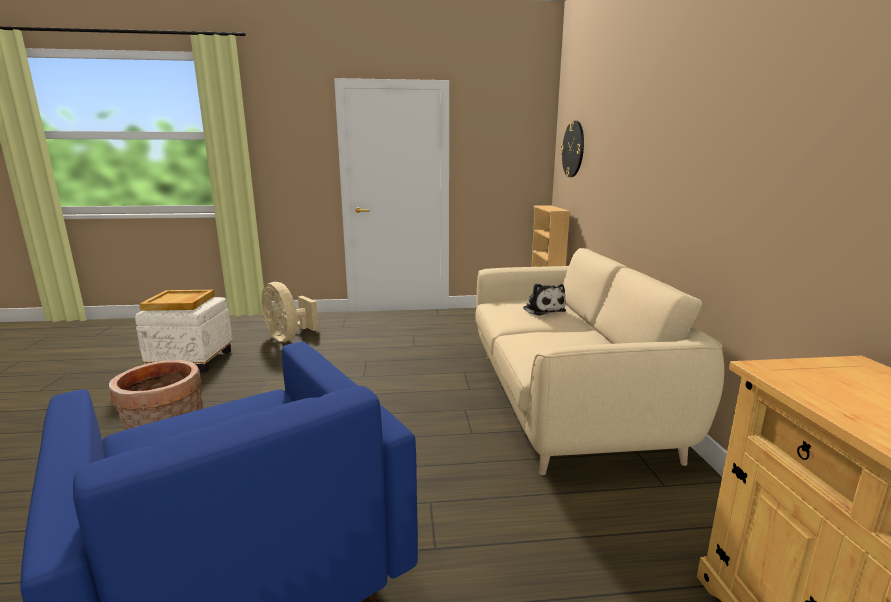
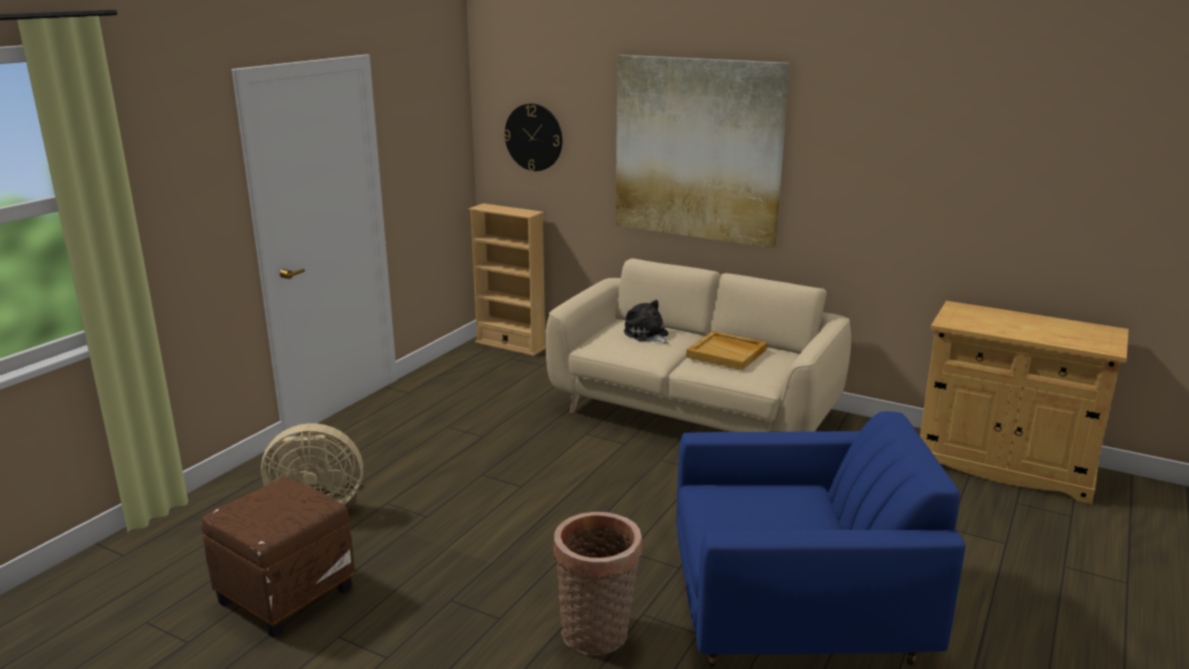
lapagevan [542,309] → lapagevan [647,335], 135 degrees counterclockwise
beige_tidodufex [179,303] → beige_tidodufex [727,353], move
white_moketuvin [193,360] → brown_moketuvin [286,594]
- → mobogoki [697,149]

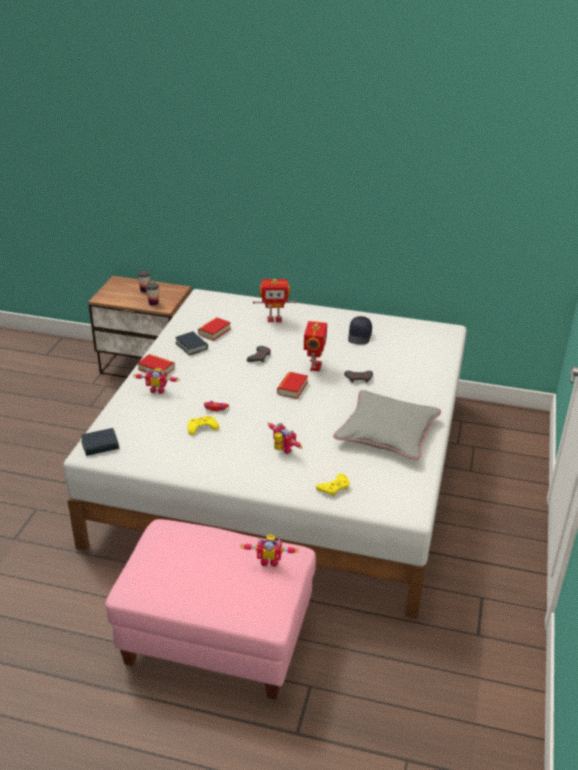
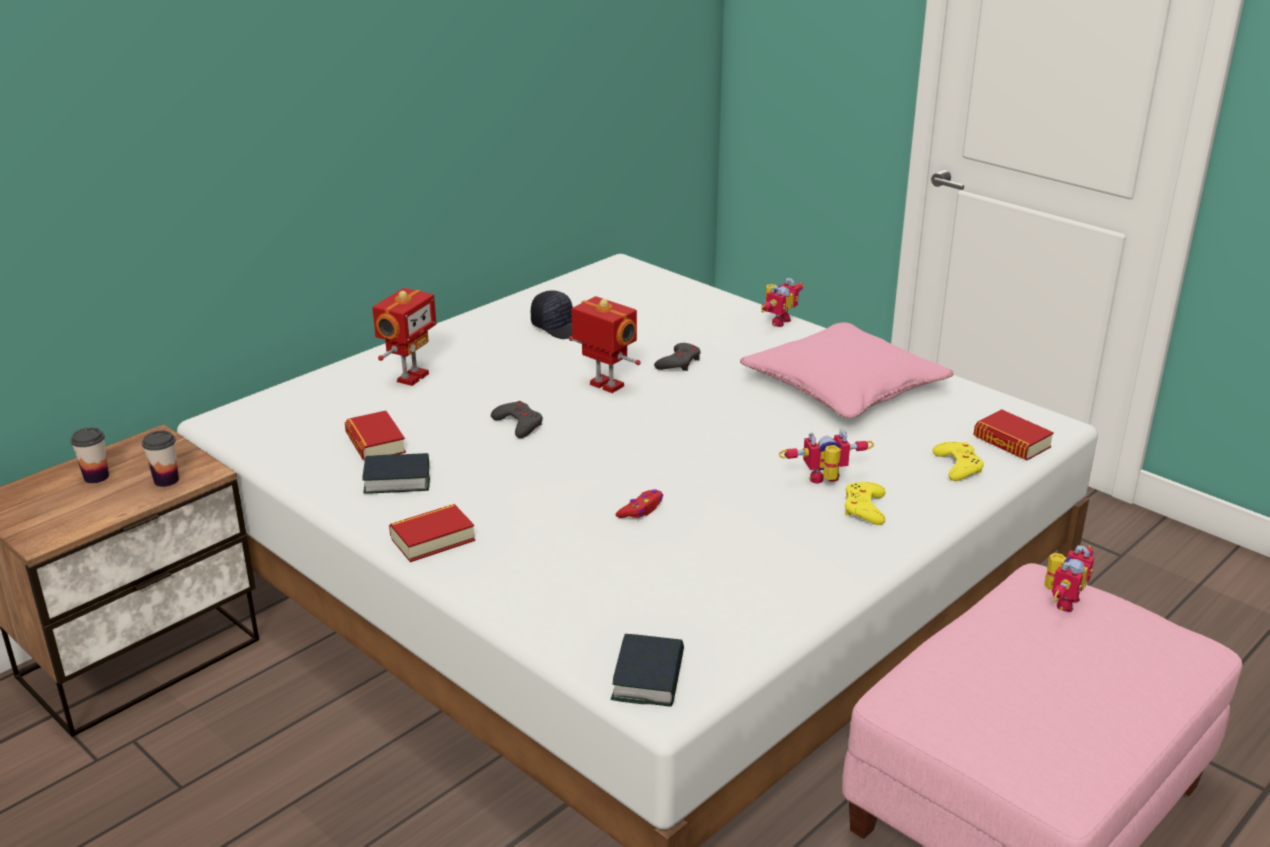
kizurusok [158,389] → kizurusok [777,321], move
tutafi [292,388] → tutafi [1011,442], move
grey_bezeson [387,432] → pink_bezeson [844,384]
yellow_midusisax [202,428] → yellow_midusisax [864,508], move

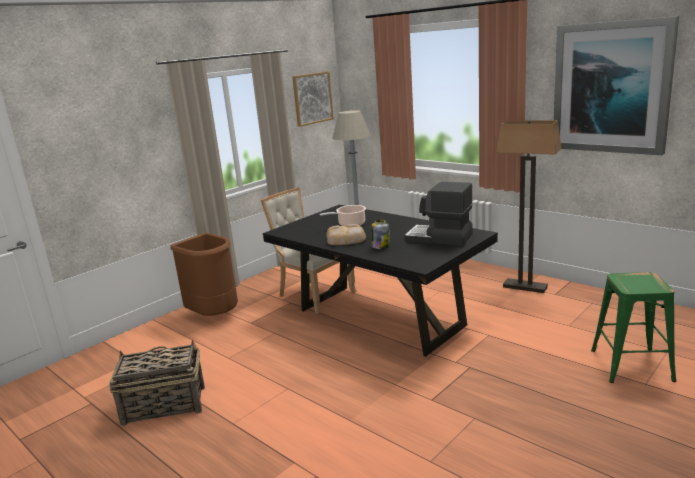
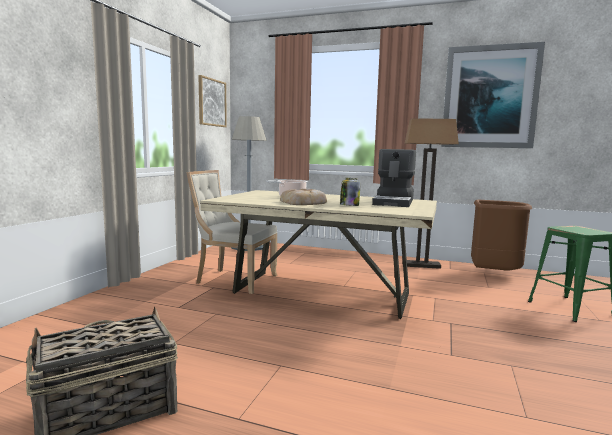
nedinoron [439,238] → nedinoron [394,202], 75 degrees counterclockwise
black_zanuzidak [381,318] → beige_zanuzidak [323,293]
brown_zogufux [215,315] → brown_zogufux [493,274], move

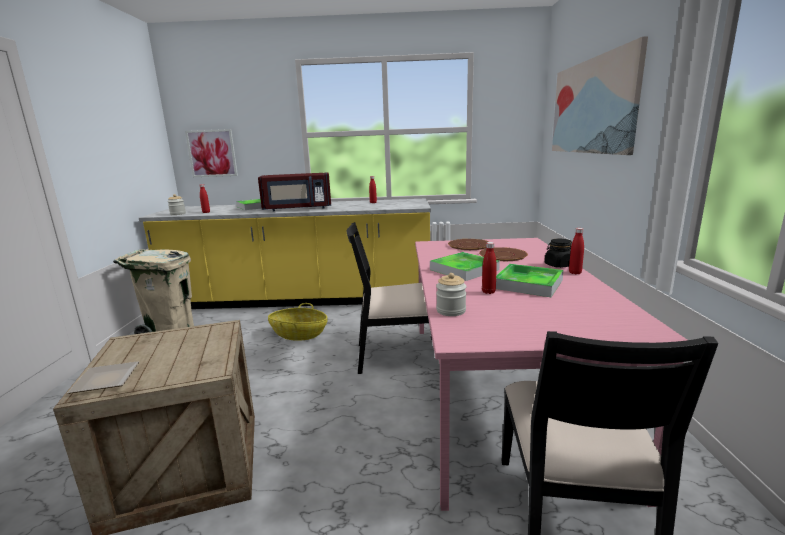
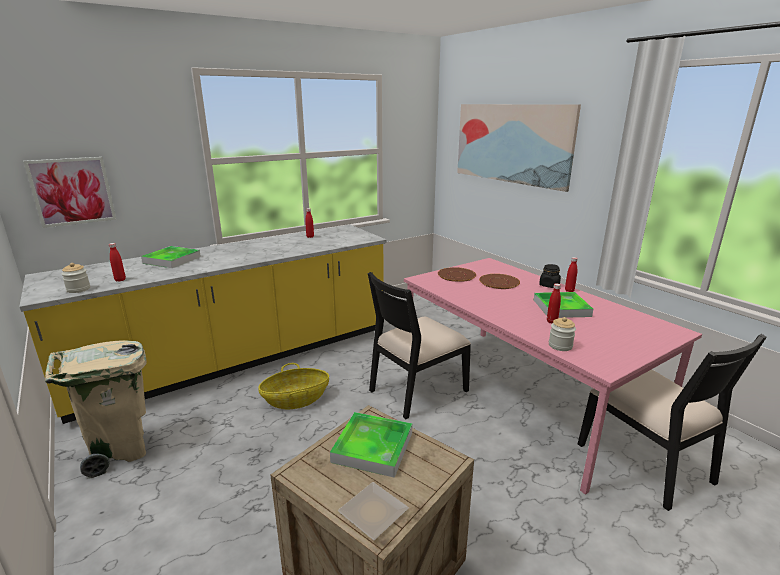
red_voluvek [297,208] → -
tidodufex [464,270] → tidodufex [373,447], move

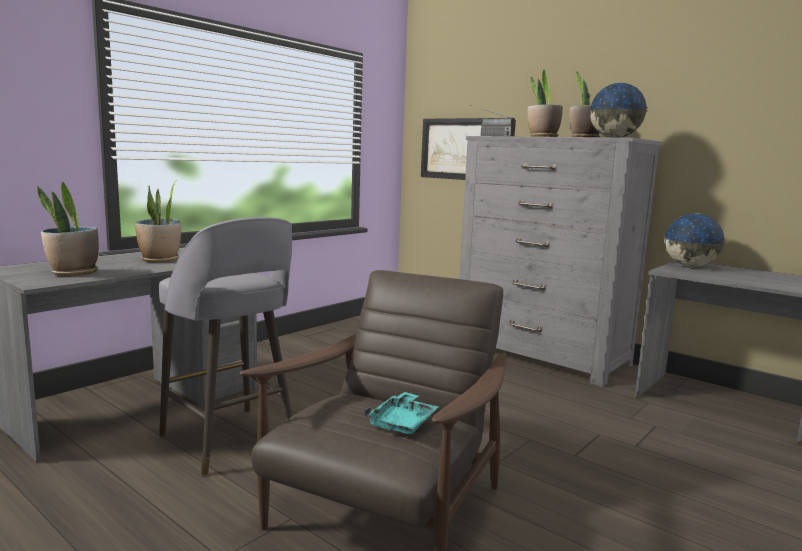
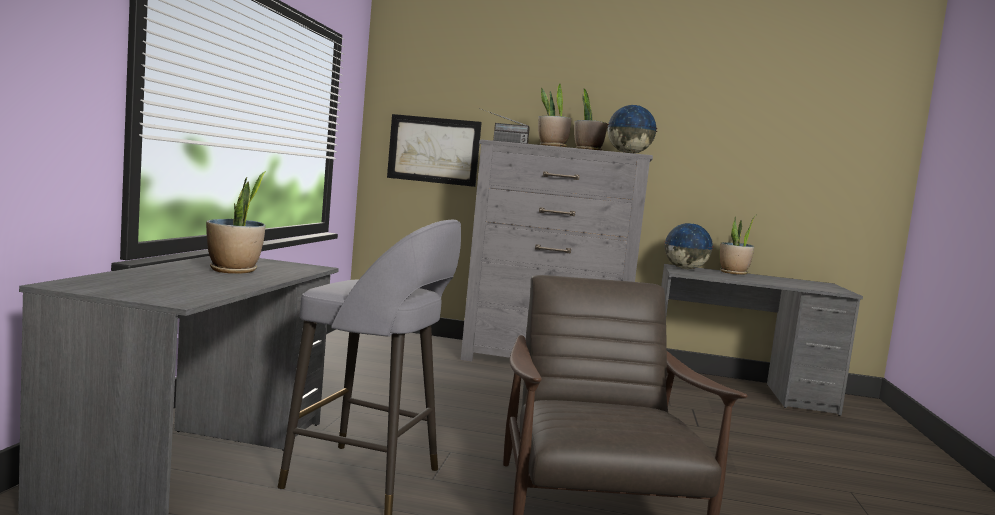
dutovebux [73,273] → dutovebux [733,273], move
turquoise_tidodufex [403,423] → -

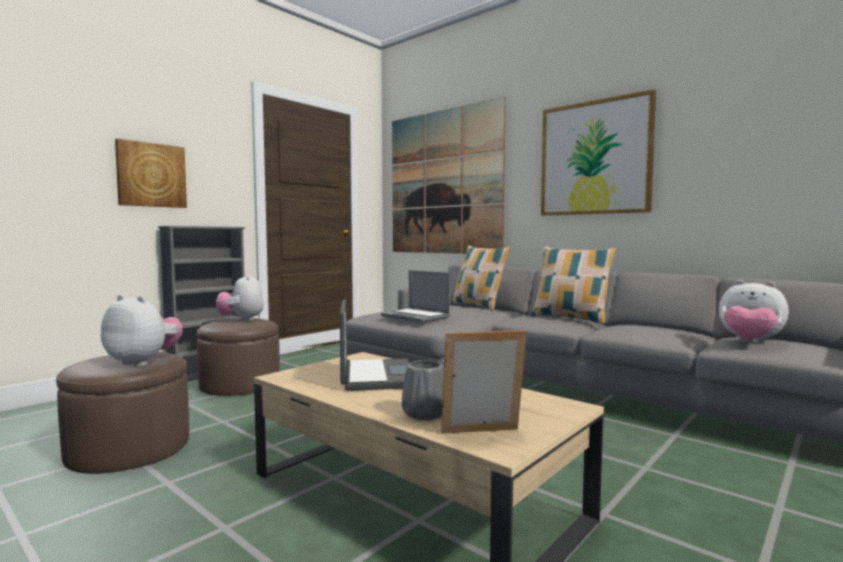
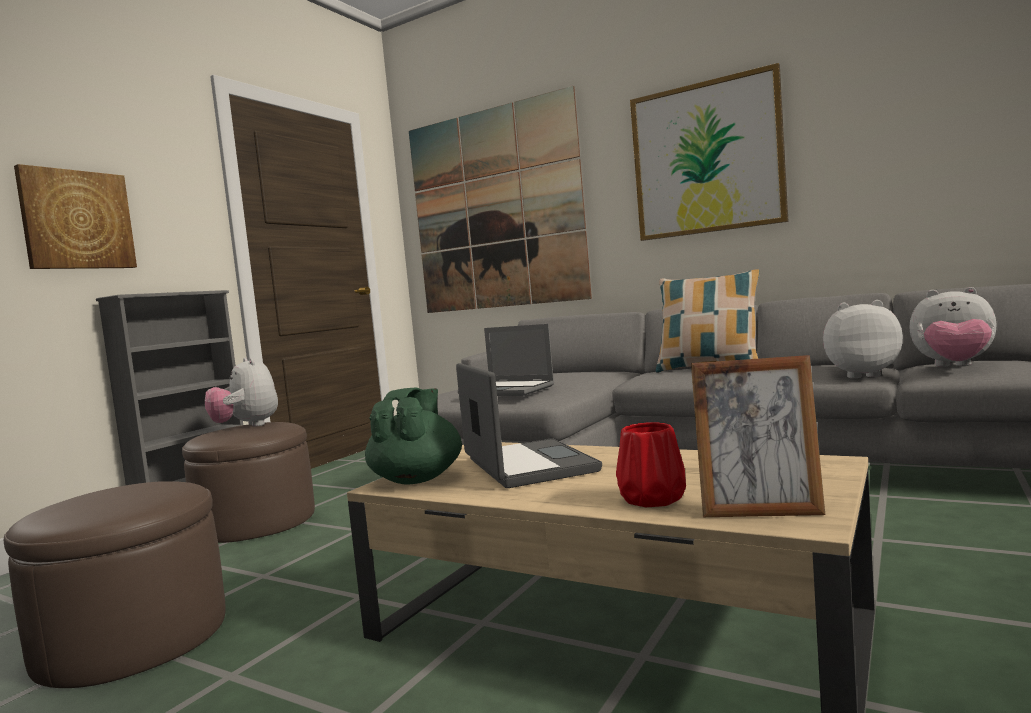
bezeson [479,306] → -
lapagevan [143,362] → lapagevan [860,375], move
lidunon [482,435] → lidunon [760,511], 150 degrees counterclockwise
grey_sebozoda [423,414] → red_sebozoda [650,499]
- → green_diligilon [417,479]

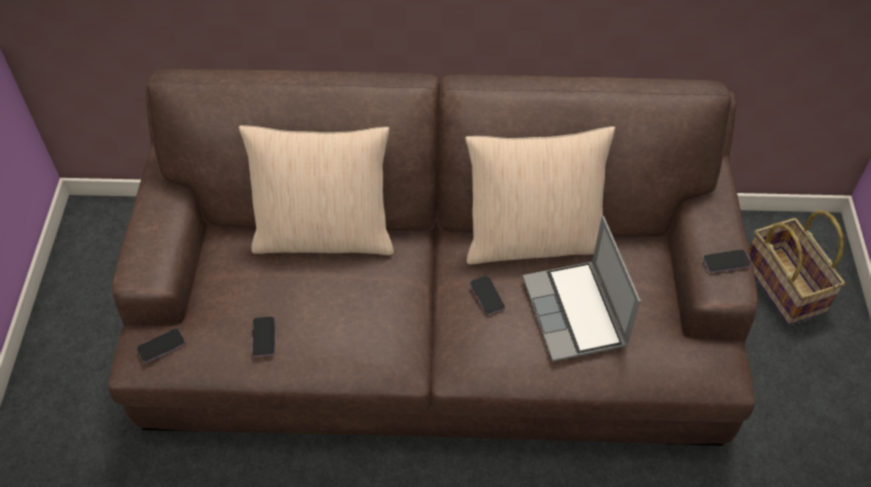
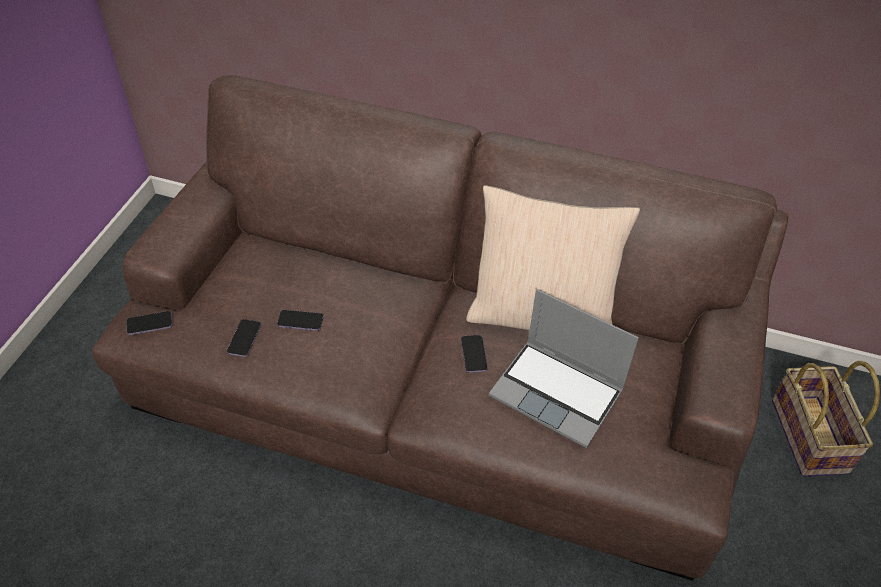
beige_bezeson [324,235] → -
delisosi [576,313] → delisosi [558,393], 60 degrees counterclockwise
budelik [726,262] → budelik [300,321], move

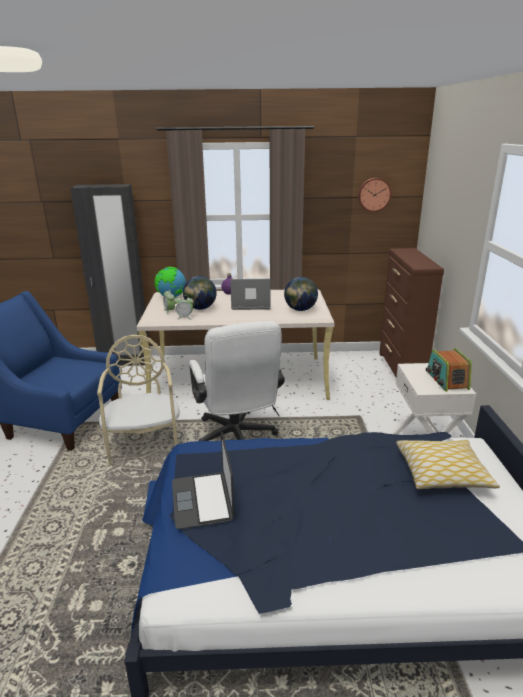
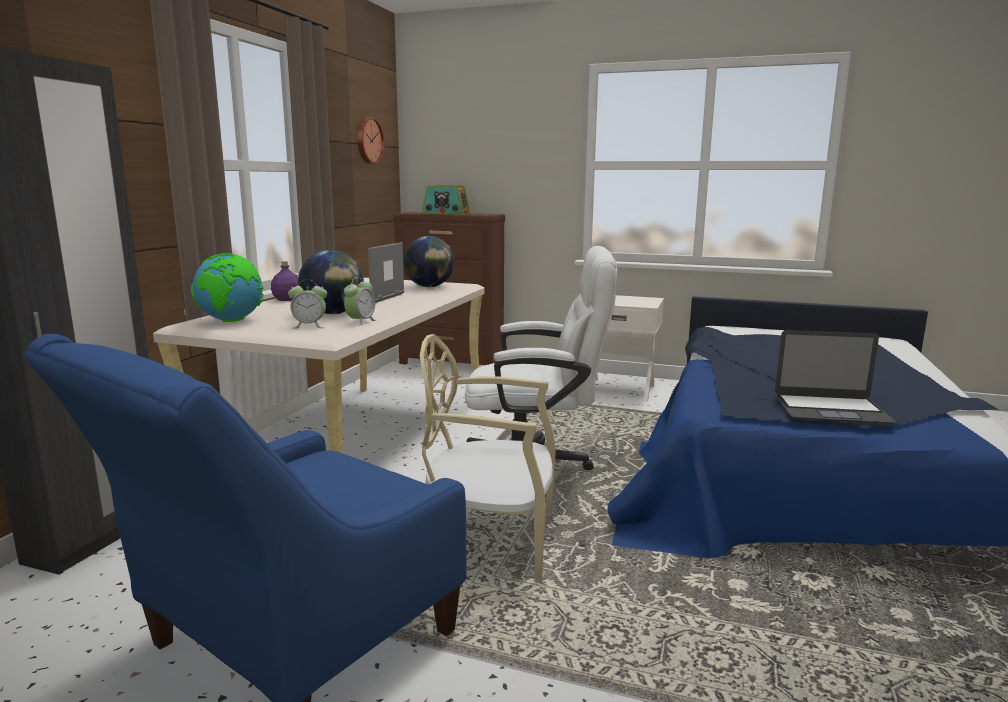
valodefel [446,380] → valodefel [446,213], move
bezeson [442,473] → -

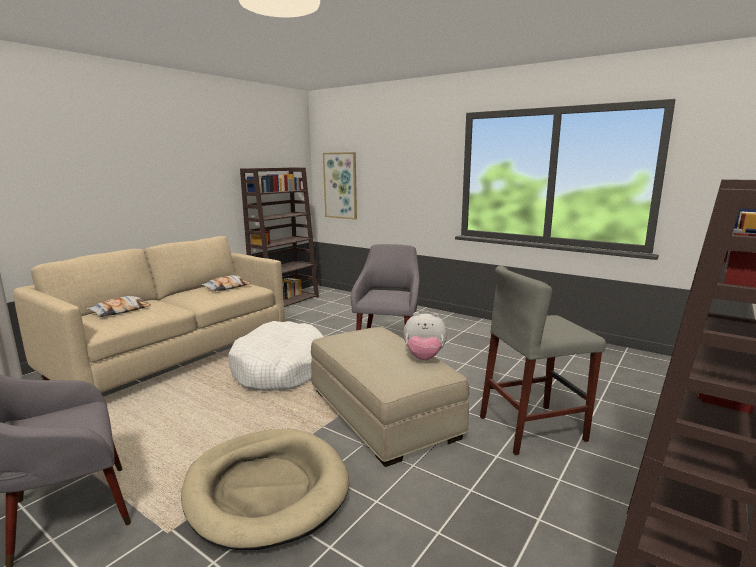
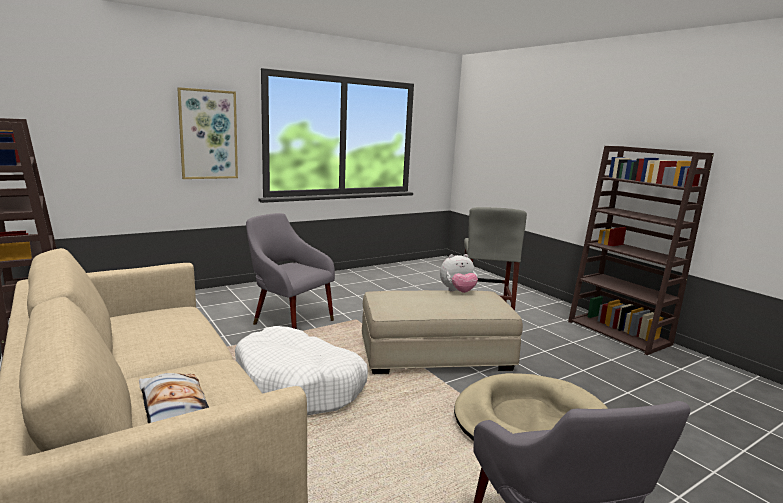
mobogoki [340,185] → mobogoki [208,134], move
bezeson [227,287] → -
lapagevan [424,358] → lapagevan [457,292], 45 degrees clockwise

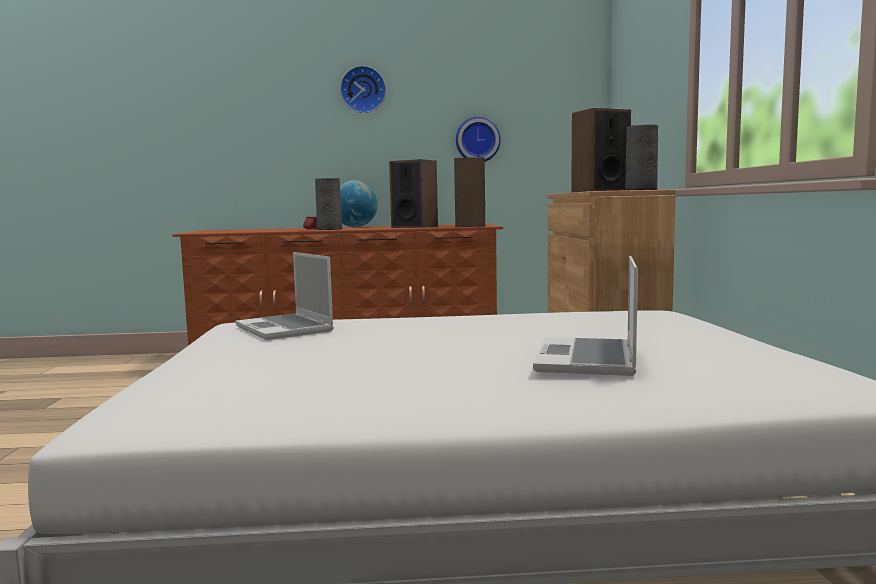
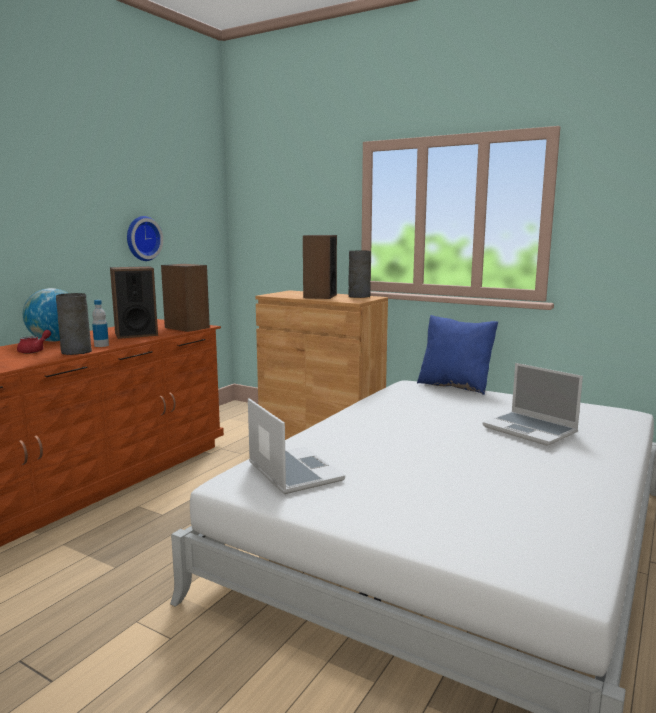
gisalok [363,90] → -
delisosi [286,329] → delisosi [292,472], 120 degrees counterclockwise
- → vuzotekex [101,345]
- → blue_bezeson [455,386]

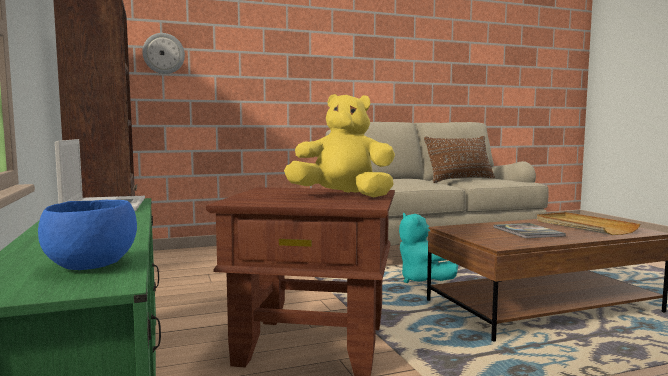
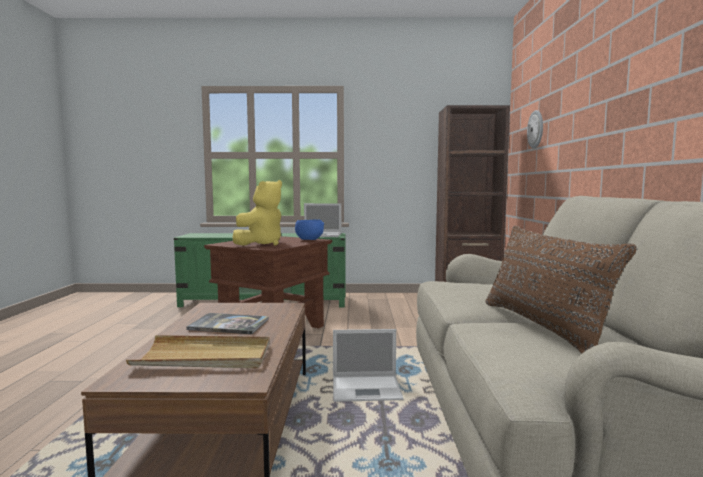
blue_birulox [91,266] → blue_birulox [308,240], move
turquoise_lapagevan [422,280] → delisosi [367,389]

